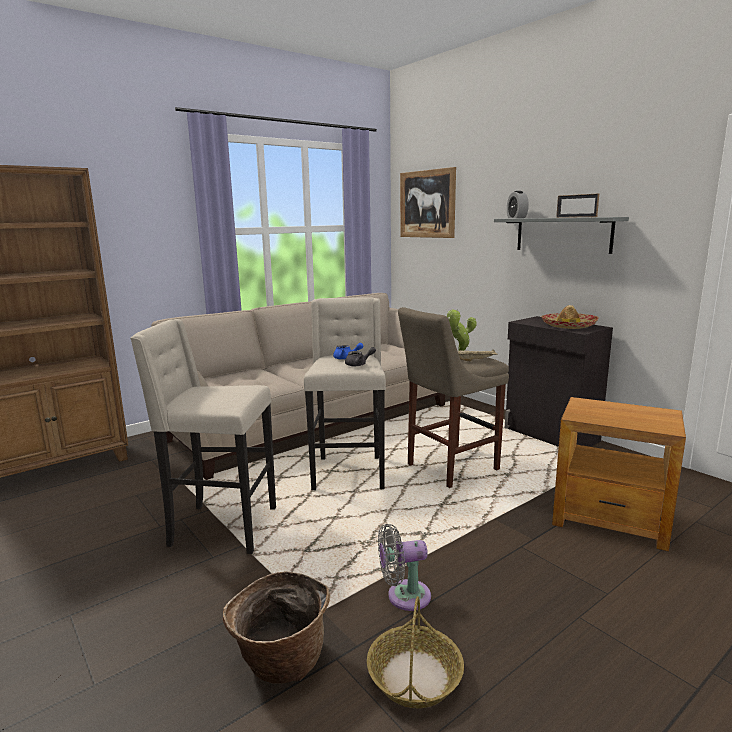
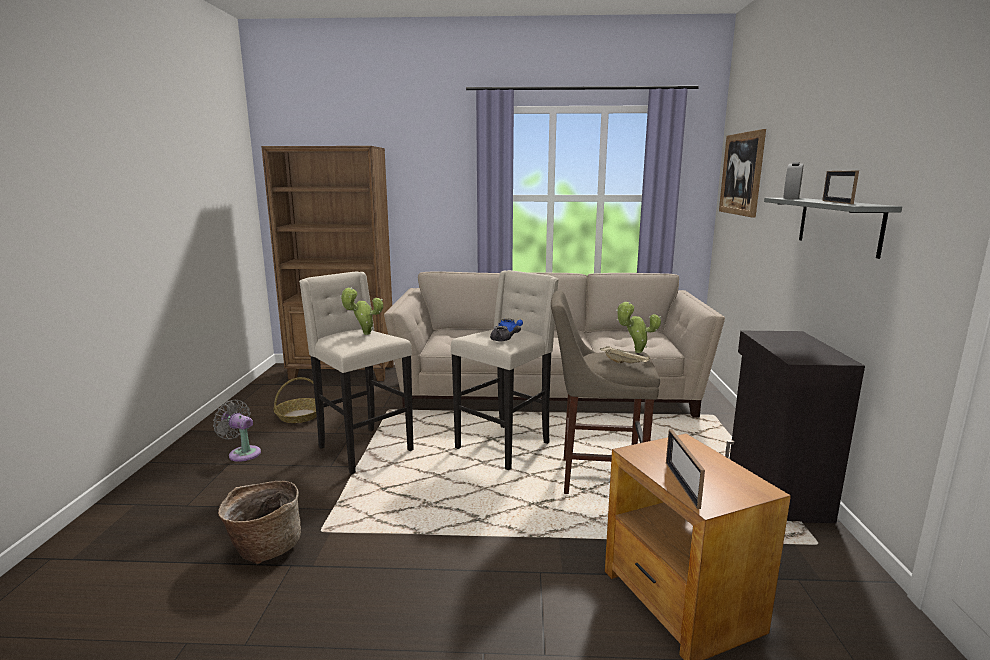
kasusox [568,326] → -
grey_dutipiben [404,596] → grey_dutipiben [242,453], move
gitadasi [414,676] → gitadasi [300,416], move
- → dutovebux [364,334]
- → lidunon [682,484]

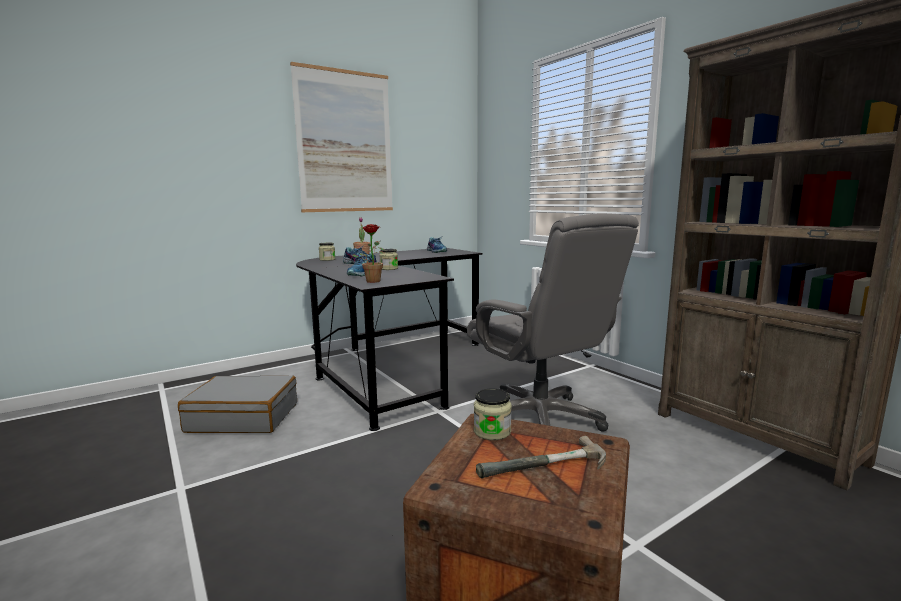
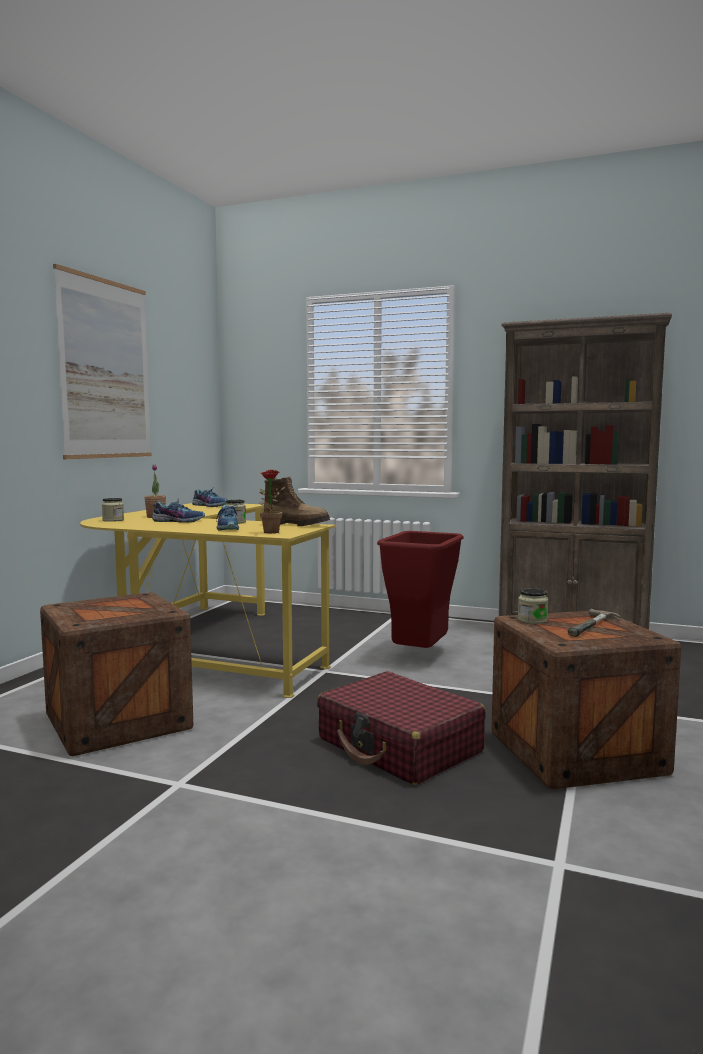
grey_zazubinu [540,419] → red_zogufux [420,657]
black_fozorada [390,366] → yellow_fozorada [201,648]
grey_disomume [244,417] → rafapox [118,722]
- → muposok [296,524]
- → red_disomume [399,746]

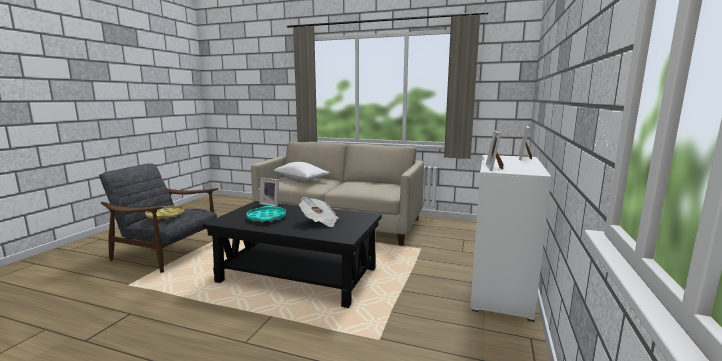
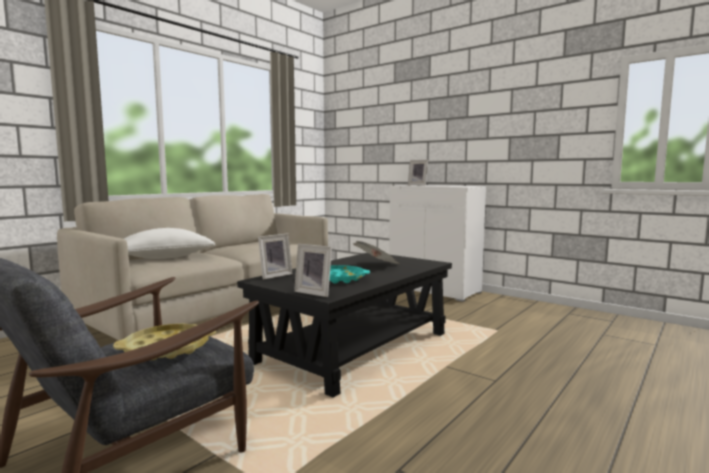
lidunon [494,168] → lidunon [315,292], move

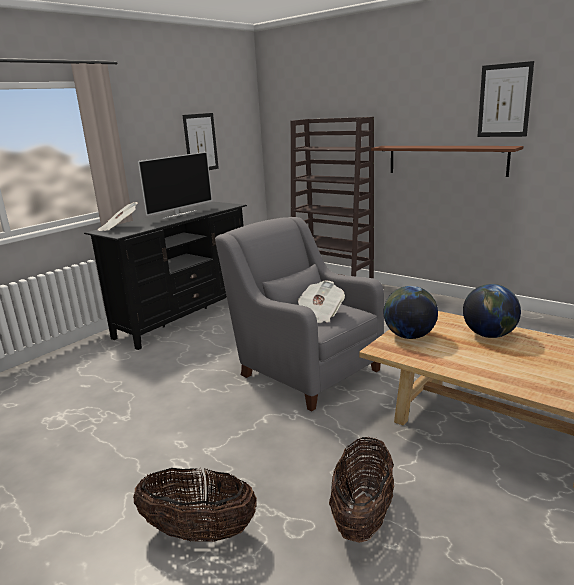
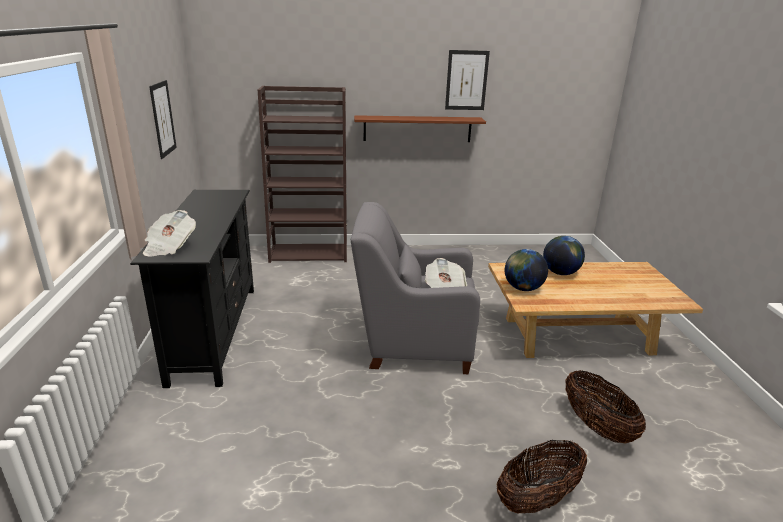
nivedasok [179,214] → -

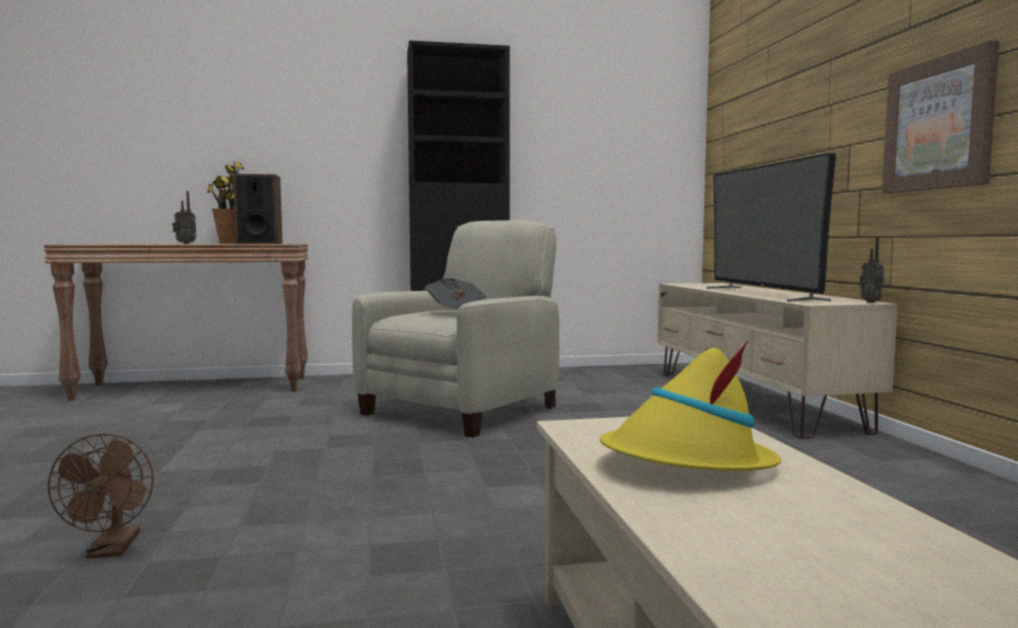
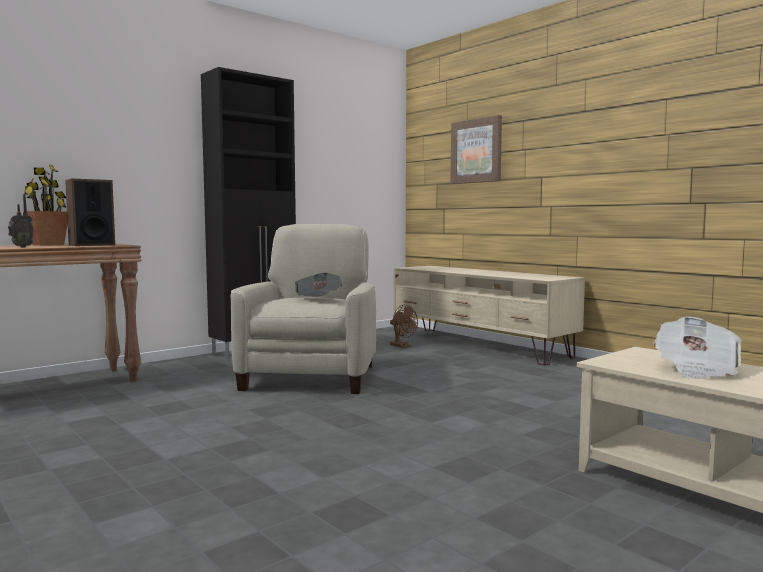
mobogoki [939,124] → mobogoki [476,151], move
nivedasok [761,294] → -
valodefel [872,302] → -
yellow_kasusox [687,463] → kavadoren [696,370]
brown_dutipiben [111,550] → brown_dutipiben [403,346], move

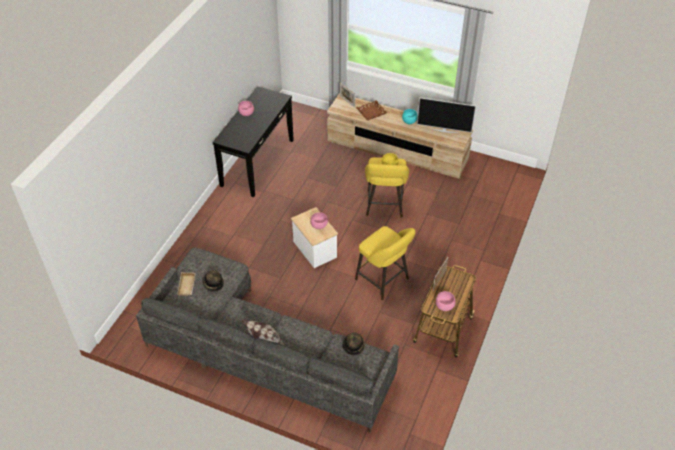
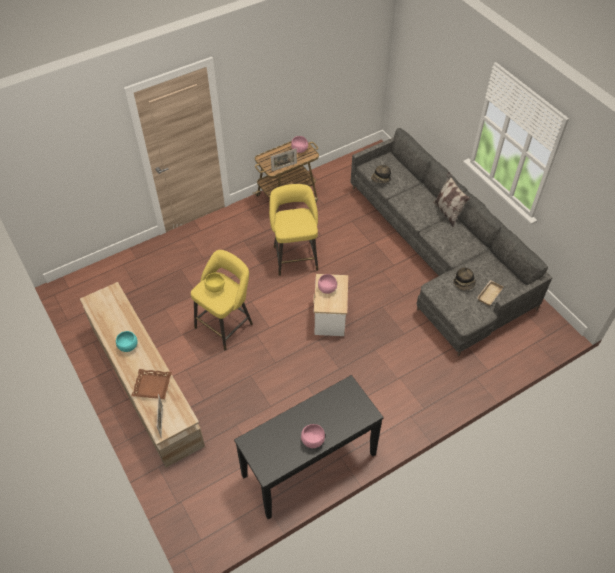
nivedasok [444,130] → -

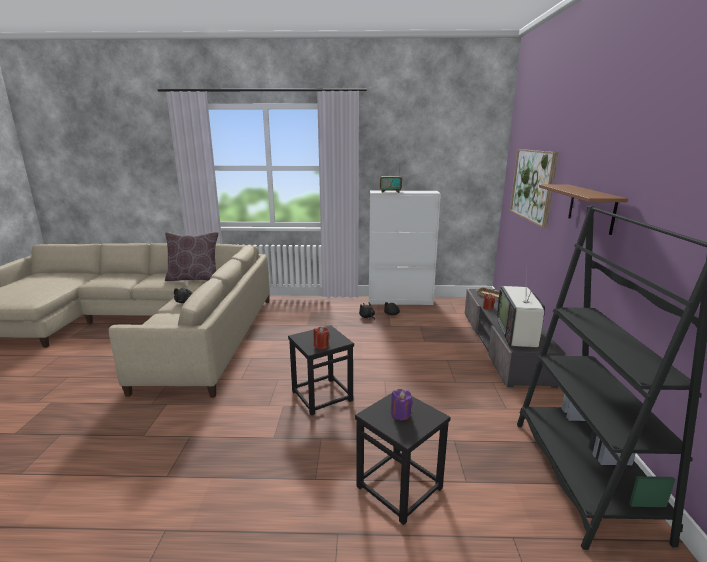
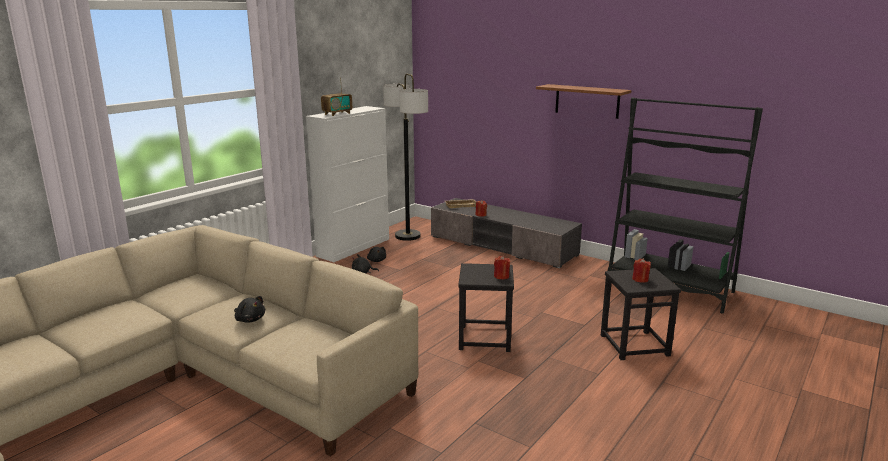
mobogoki [533,185] → -
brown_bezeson [194,279] → -
nivedasok [518,335] → -
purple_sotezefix [400,414] → red_sotezefix [640,279]
- → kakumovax [407,236]

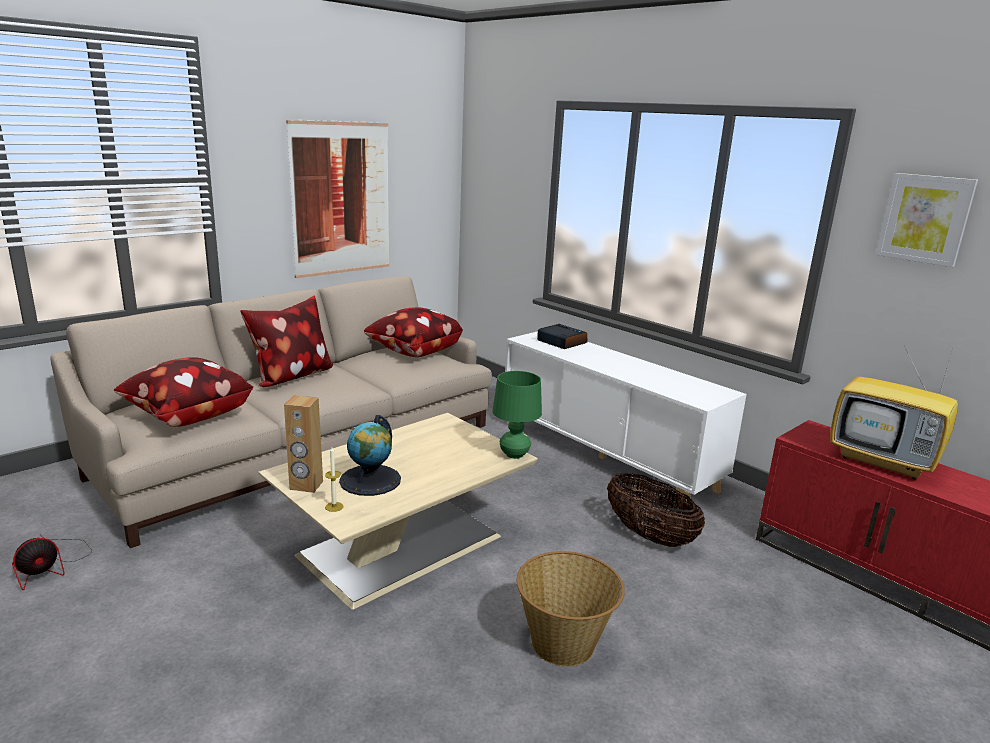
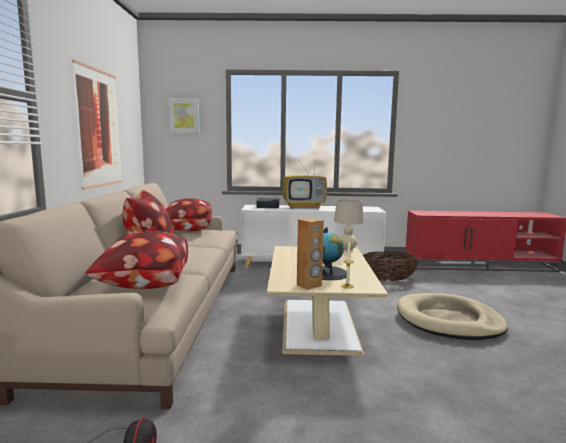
mobogoki [925,219] → mobogoki [184,115], move
nivedasok [885,462] → nivedasok [304,207], move
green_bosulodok [514,454] → beige_bosulodok [347,248]
gitadasi [564,644] → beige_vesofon [449,321]

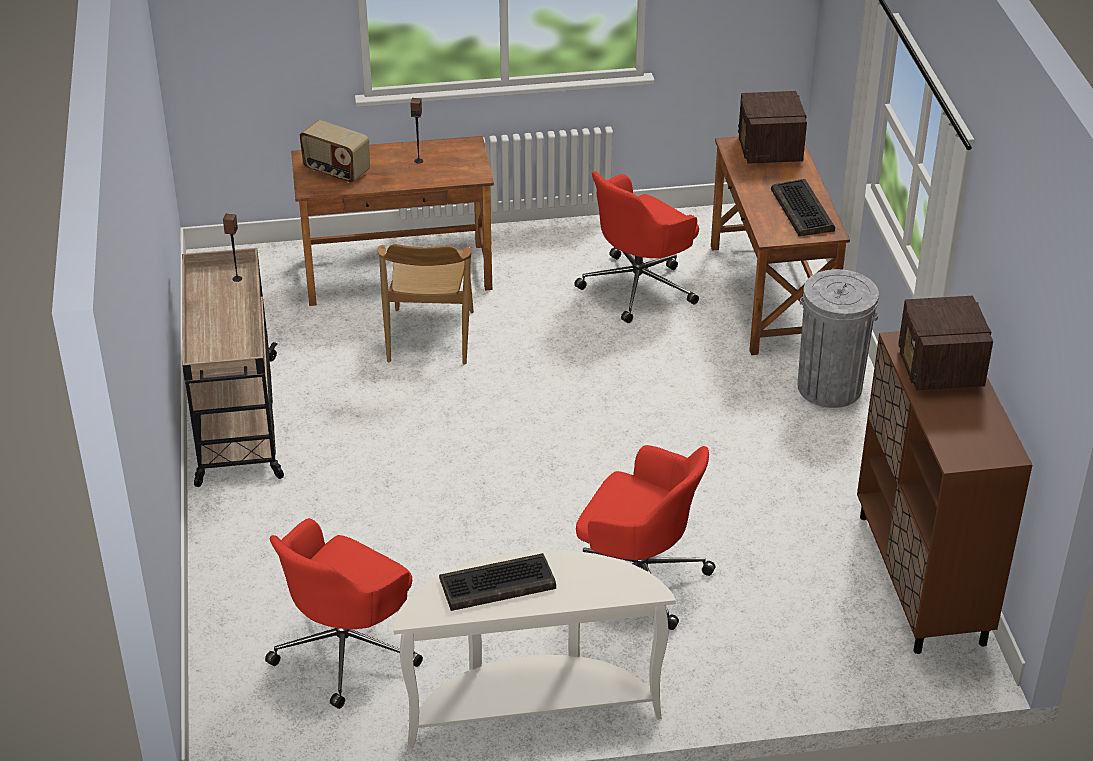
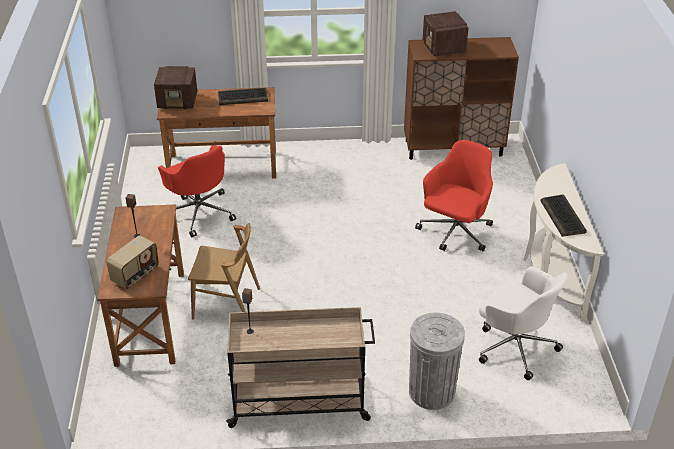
grey_zogufux [829,387] → grey_zogufux [431,391], move
valodefel [940,370] → valodefel [443,48], 75 degrees clockwise
red_zazubinu [347,649] → white_zazubinu [514,345]

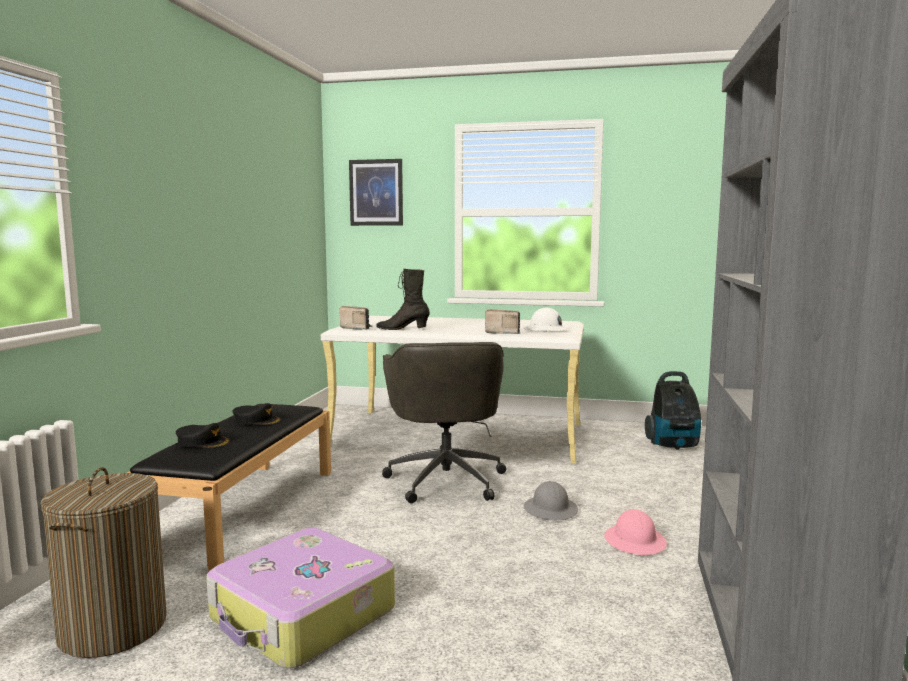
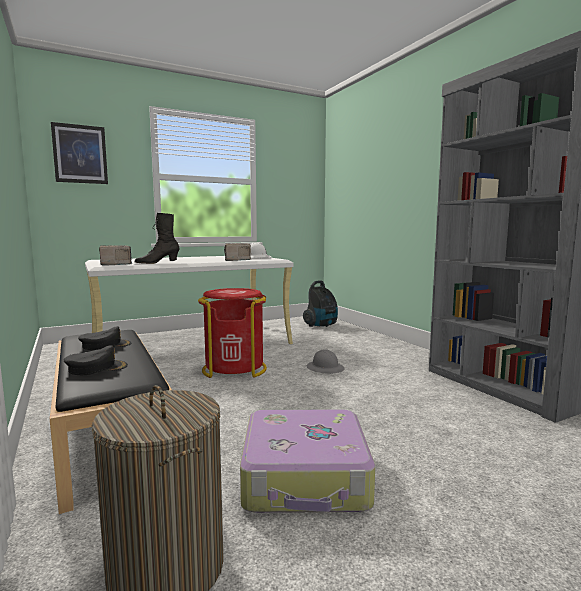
grey_zazubinu [446,479] → red_zogufux [234,369]
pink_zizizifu [635,541] → -

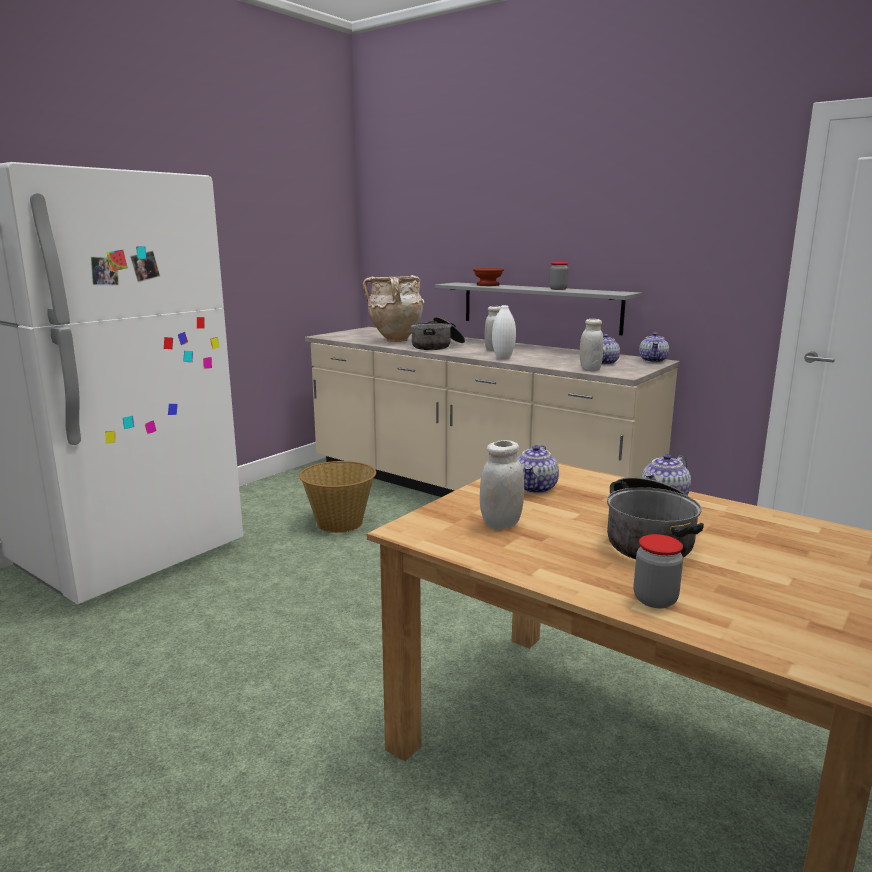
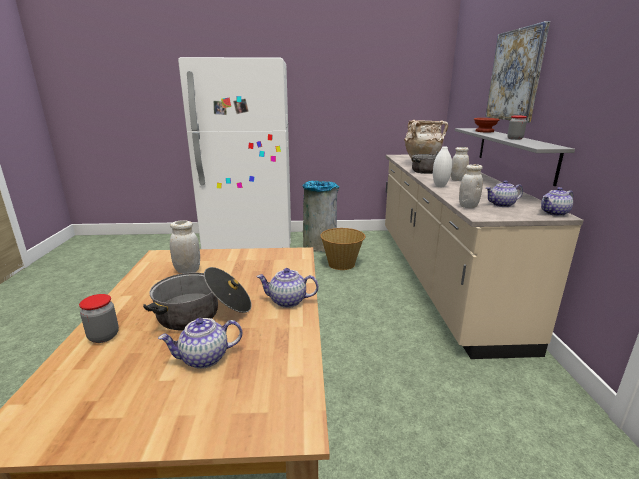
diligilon [535,488] → diligilon [204,358], move
- → mobogoki [515,75]
- → grey_zogufux [320,246]

